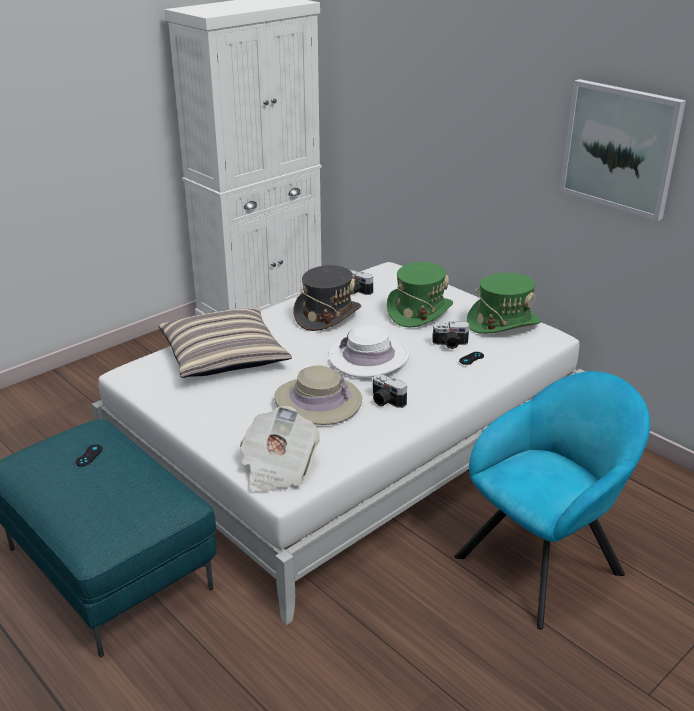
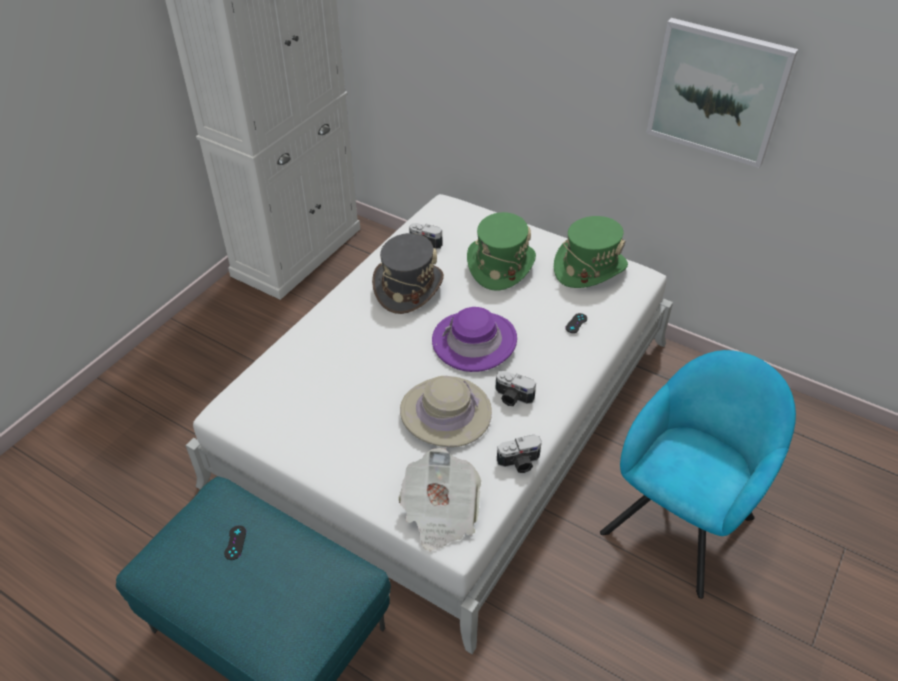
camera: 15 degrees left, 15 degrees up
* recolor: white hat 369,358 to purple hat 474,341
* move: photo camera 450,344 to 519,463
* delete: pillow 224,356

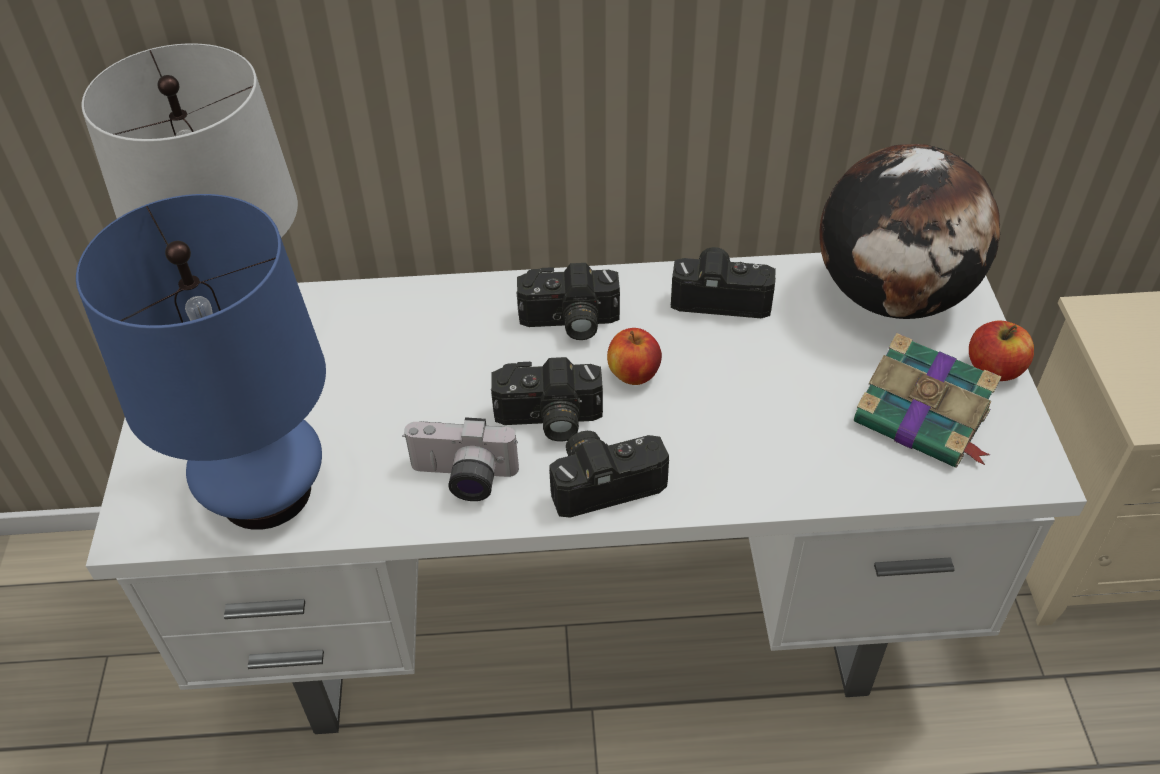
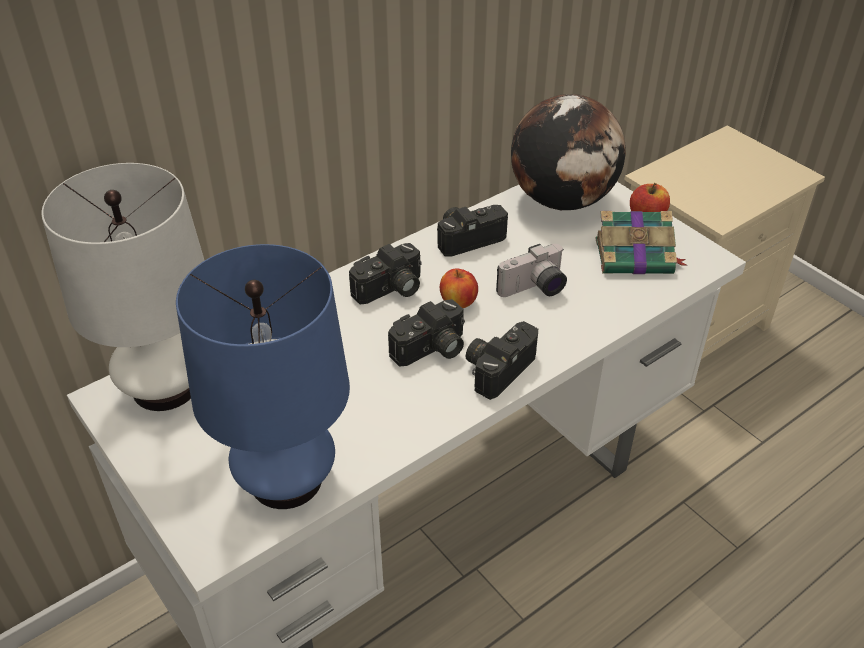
camera: 35 degrees left, 5 degrees down
* move: photo camera 462,479 to 534,289

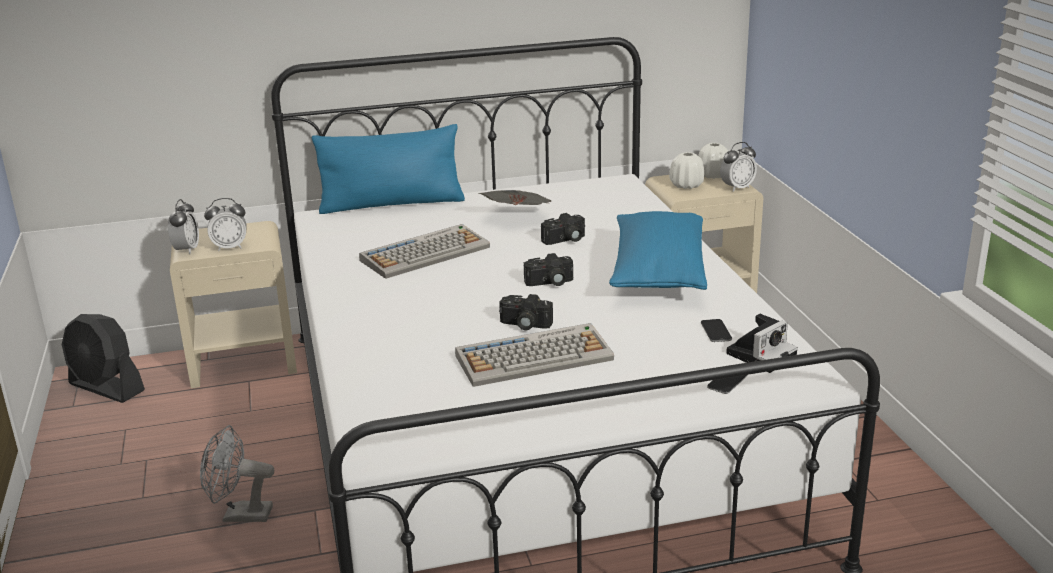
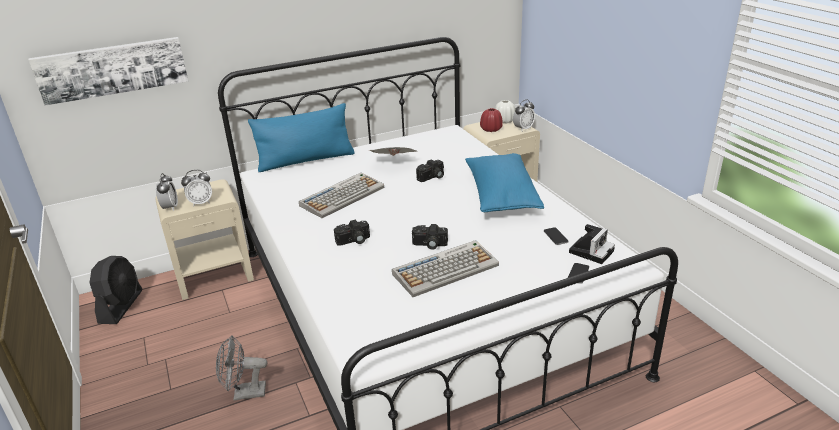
camera: 10 degrees left, 5 degrees up
* insert: picture 112,69
* rotate: black fan 106,387 = 121,306 105 degrees counterclockwise
* move: photo camera 549,283 to 353,241
* recolor: white vase 686,185 to red vase 491,129

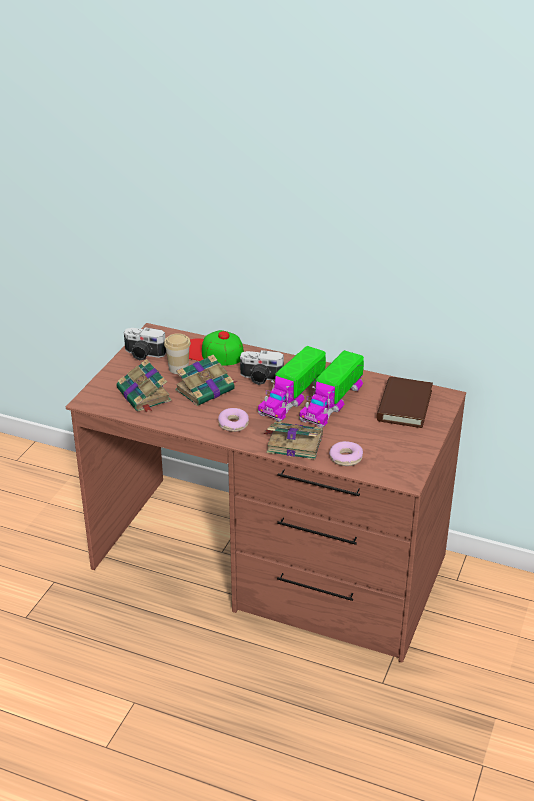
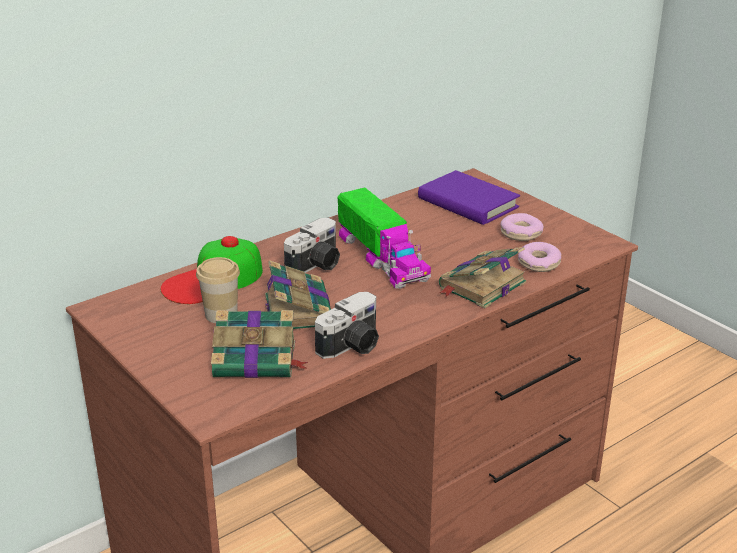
camera: 60 degrees left, 5 degrees down
* move: photo camera 143,354 to 352,346
* recolor: brown book 404,405 to purple book 468,203
* move: donut 233,424 to 521,234
* delete: toy truck 332,402

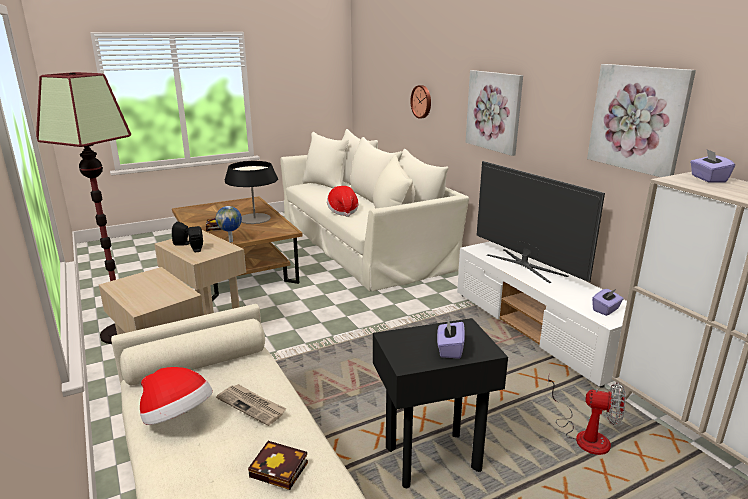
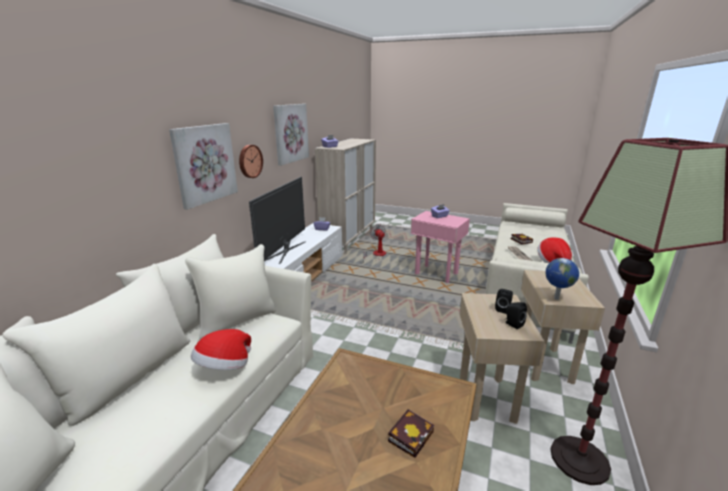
camera: 130 degrees left, 0 degrees up
* move: wall clock 422,101 to 249,161
* recolor: black side table 431,458 to pink side table 436,274
* move: globe 231,241 to 555,298
* delete: table lamp 254,219

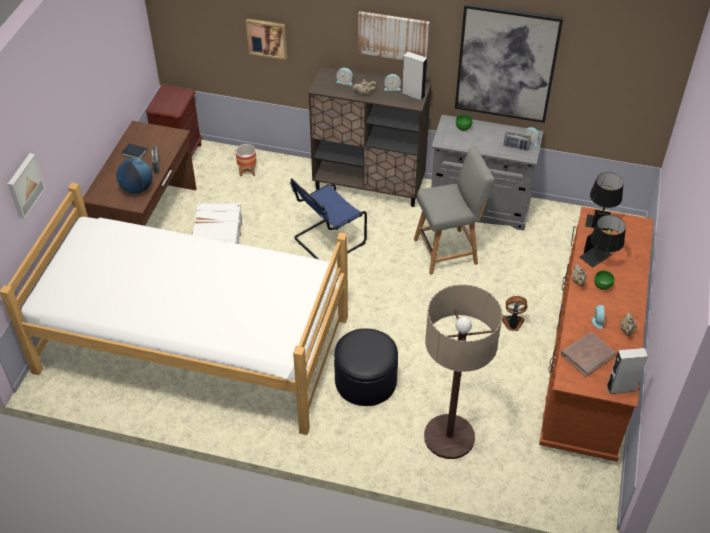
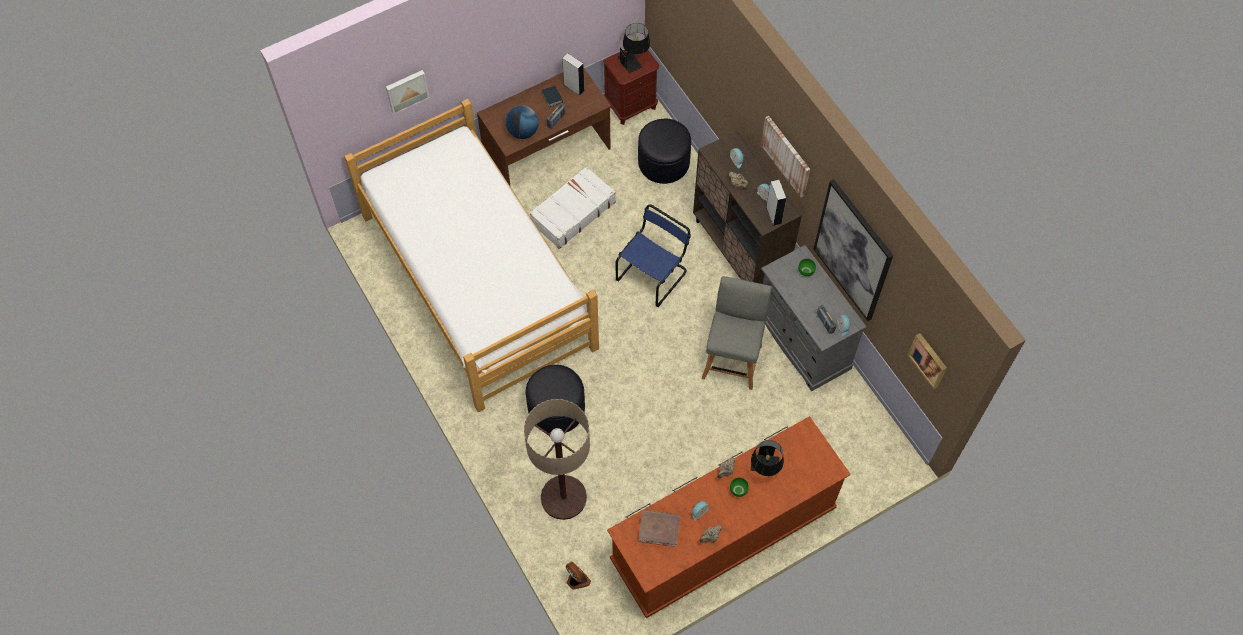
camera: 45 degrees right, 15 degrees up
* move: grey speaker 621,388 to 574,87
* move: fan 512,323 to 576,580
* rotate: blue chair 327,241 = 653,274 120 degrees clockwise
* move: black table lamp 600,218 to 634,59
* replace: planter 247,171 to black ottoman 663,162
* rotate: grey chair 448,250 = 732,358 105 degrees counterclockwise
* move: picture 267,38 to 929,360

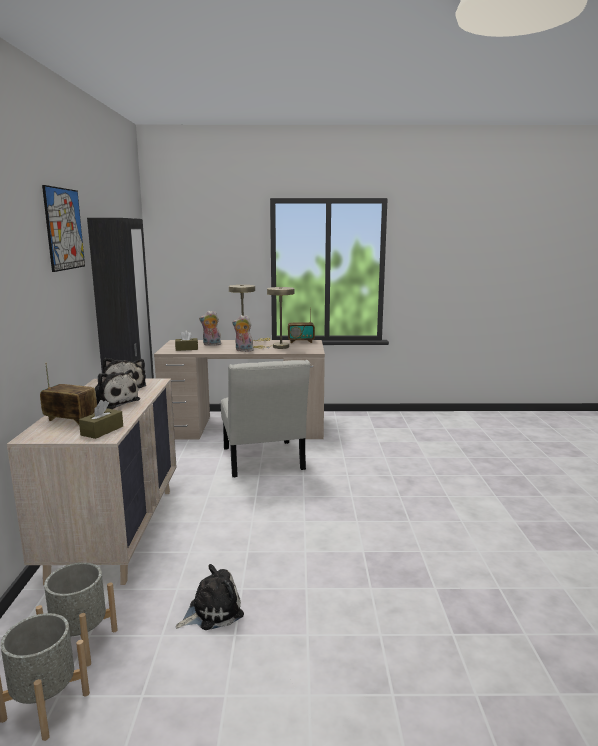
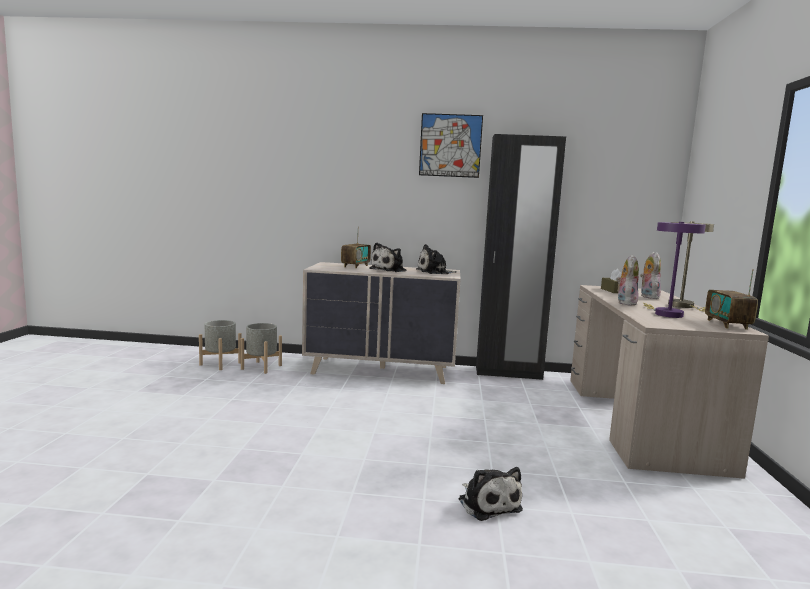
camera: 95 degrees right, 5 degrees down
* move: plush toy 212,611 to 488,503
* recolor: beige table lamp 277,347 to purple table lamp 665,314
* delete: brown tissue box 102,431
* delete: white chair 263,461

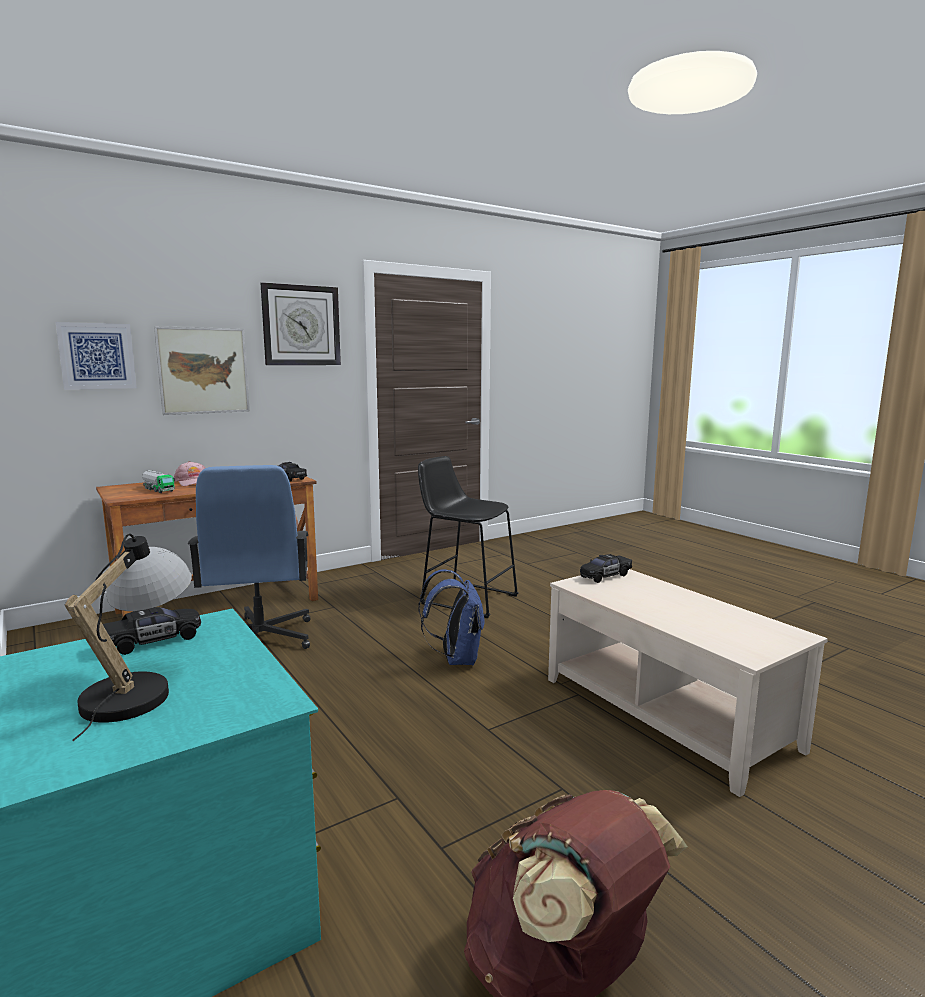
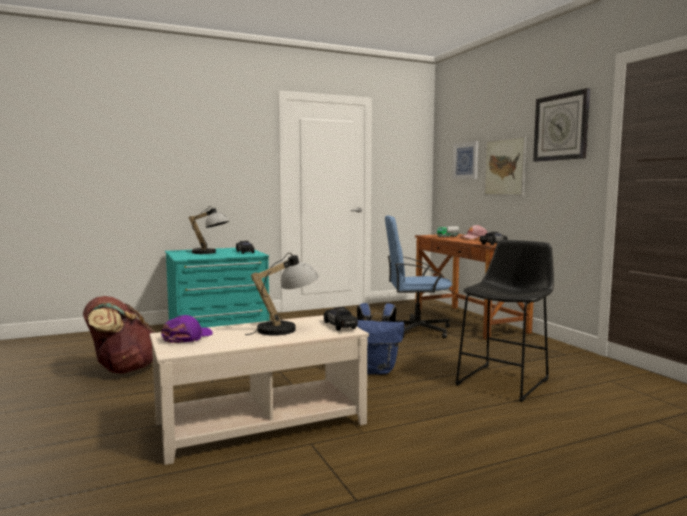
camera: 100 degrees right, 5 degrees down
* insert: purple cap 187,337
* insert: table lamp 286,328

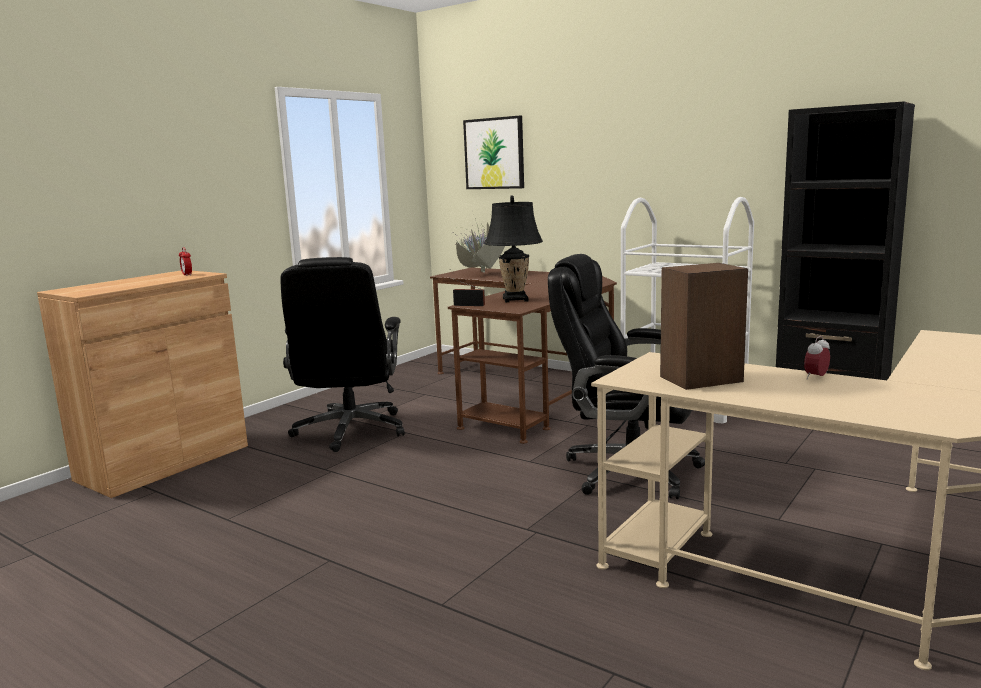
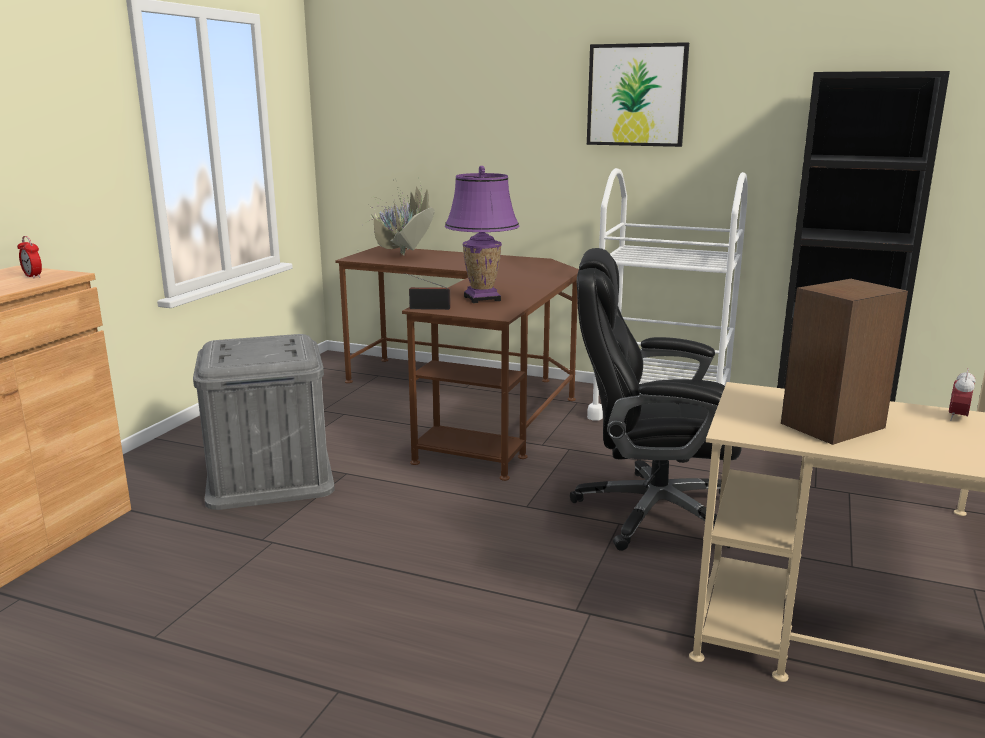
camera: 15 degrees left, 5 degrees up
* replace: black office chair 350,431 to grey storage box 270,476
* recolor: black table lamp 515,299 to purple table lamp 482,298
* move: picture 494,153 to 636,95

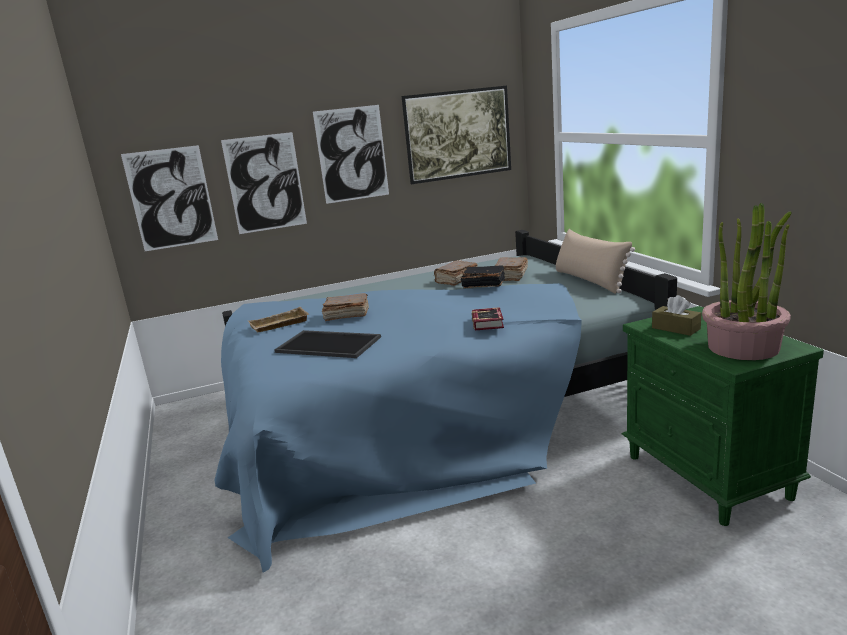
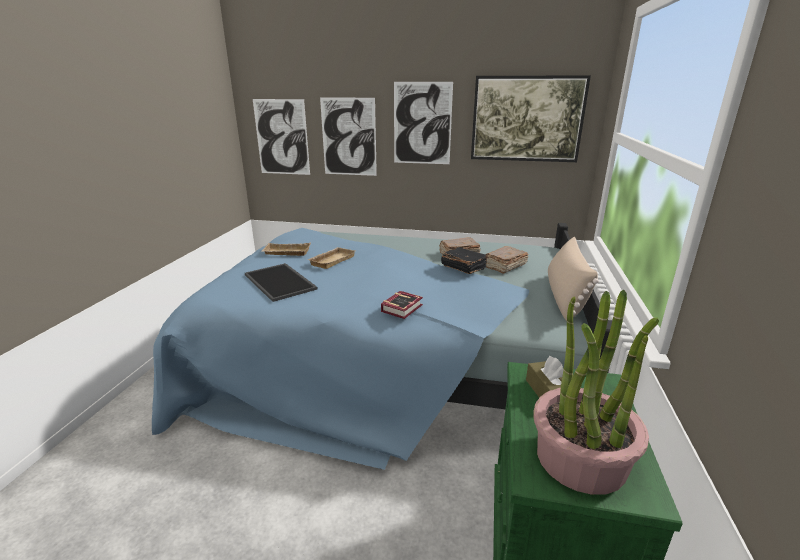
camera: 30 degrees right, 5 degrees up
* replace: brown book 346,315 to beige tray 331,260

